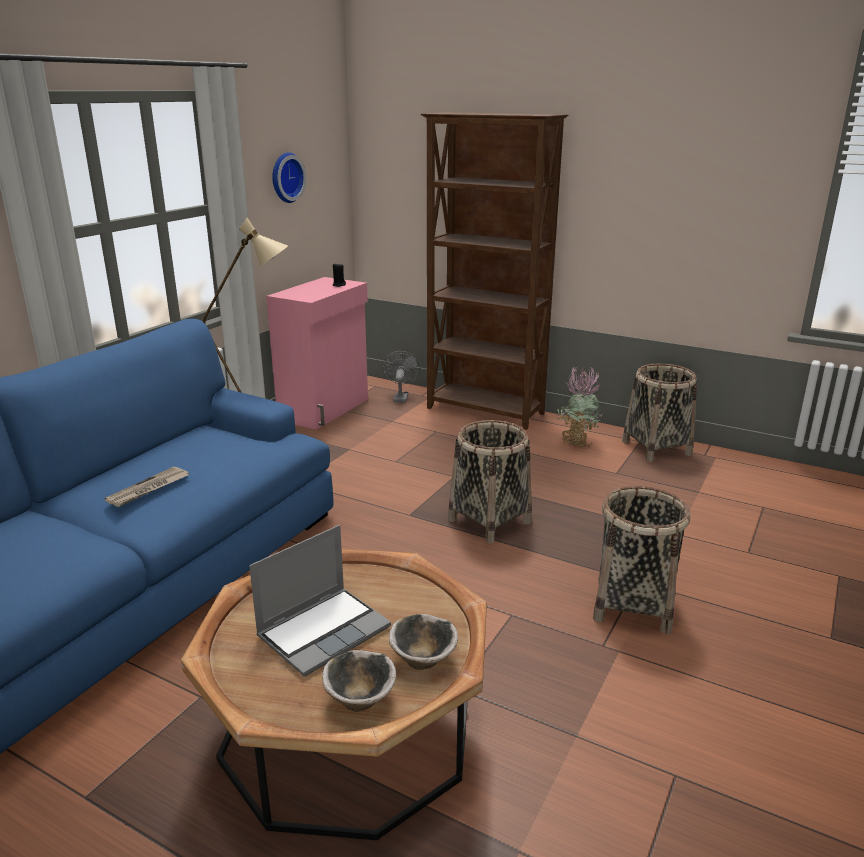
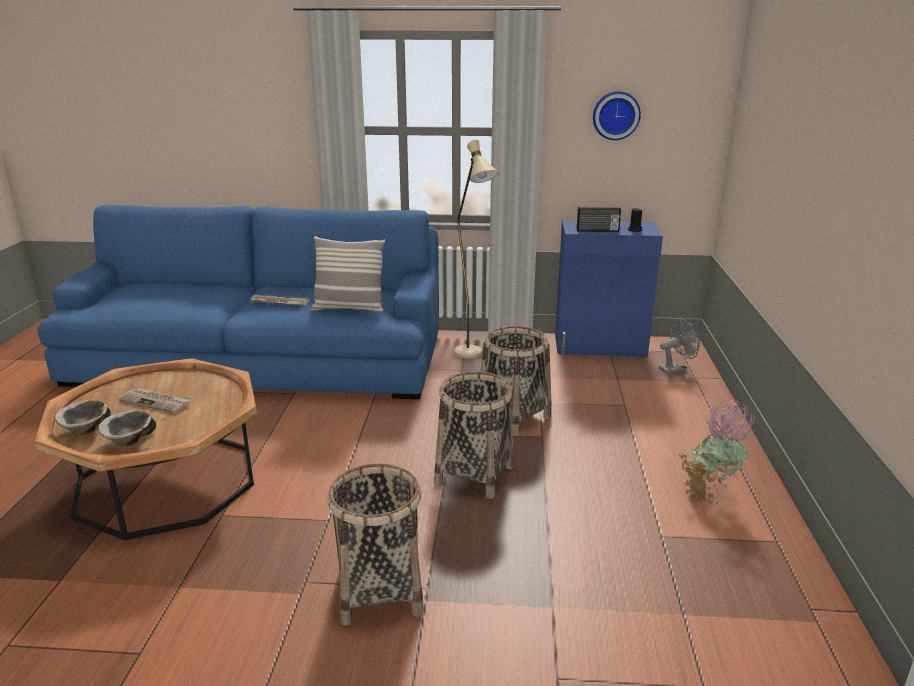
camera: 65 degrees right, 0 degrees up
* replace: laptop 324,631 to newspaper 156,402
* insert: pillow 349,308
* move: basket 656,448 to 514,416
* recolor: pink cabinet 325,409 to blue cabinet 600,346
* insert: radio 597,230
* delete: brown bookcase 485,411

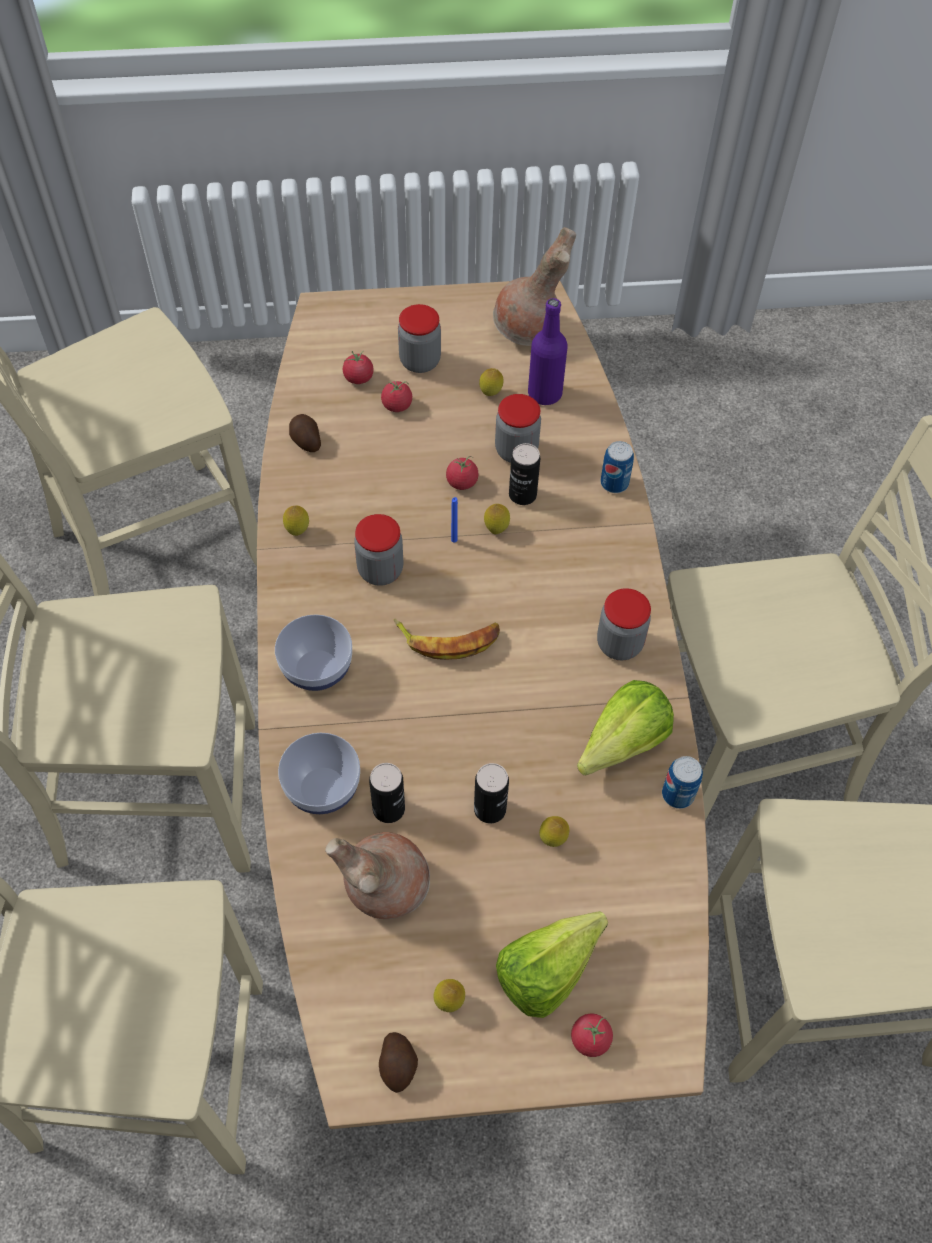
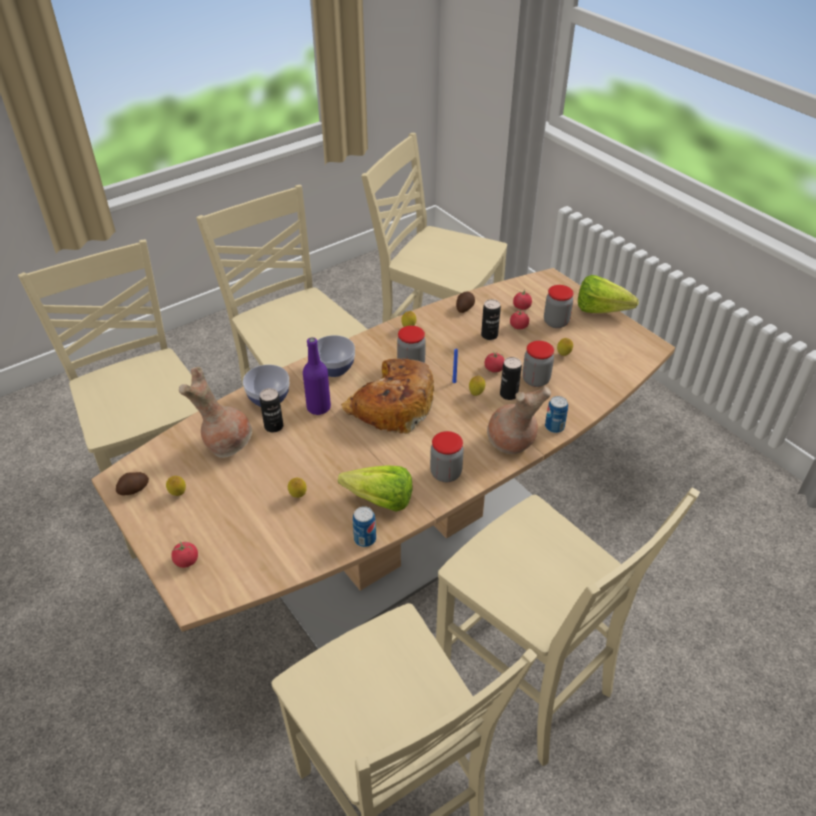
camera: 60 degrees right, 15 degrees down
* move: purple bottle 545,393 to 318,407
* replace: banana 448,639 to bread 390,405
* move: can 490,809 to 489,335
* move: brown vase 527,331 to 511,444
* move: lettuce 556,967 to 605,312

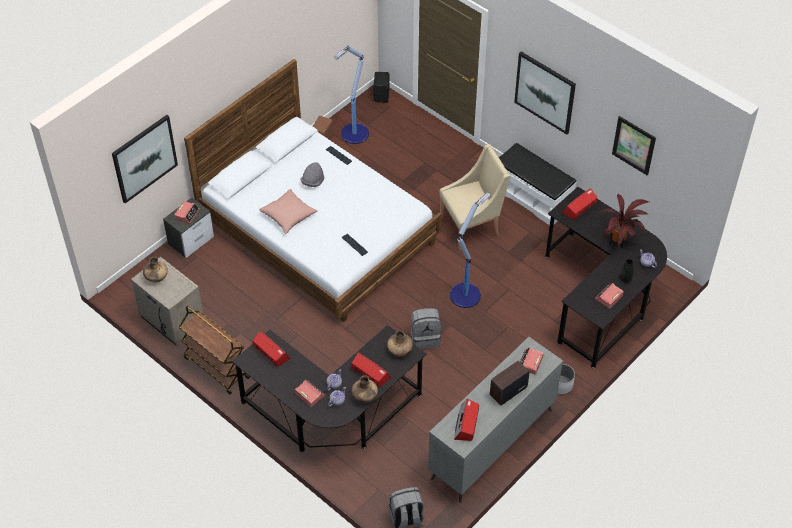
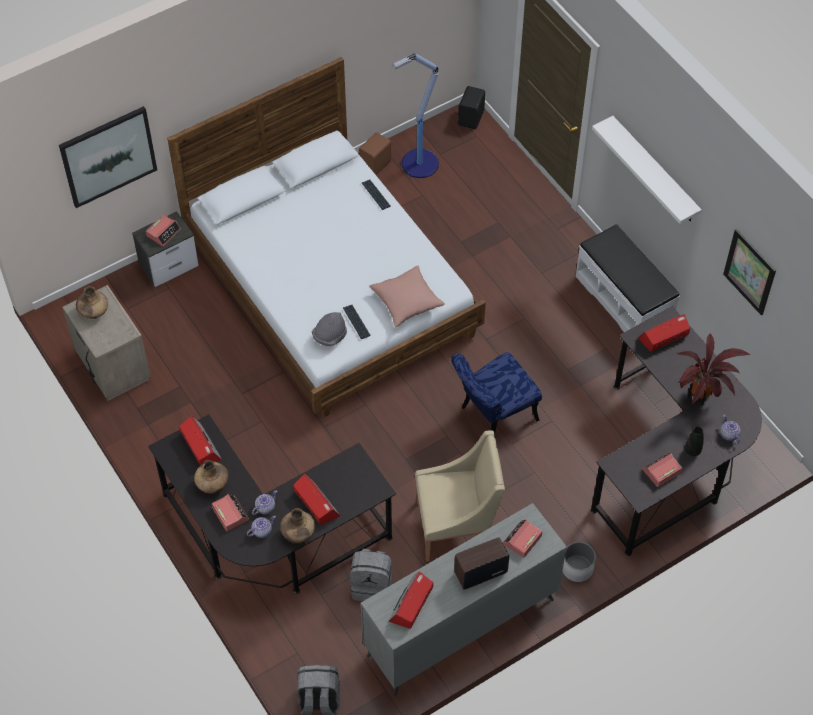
camera: 15 degrees right, 5 degrees up
* move: brown vase 400,350 to 212,484
* move: grey hat 313,181 to 330,336
* move: grey backpack 425,338 to 372,585
* move: pink pillow 288,215 to 406,301
* move: beige armchair 472,226 to 456,527
* replace: floor lamp 466,294 to blue chair 493,415
* replace: picture 545,92 to white shelf 654,171
* delete: brown cart 216,368

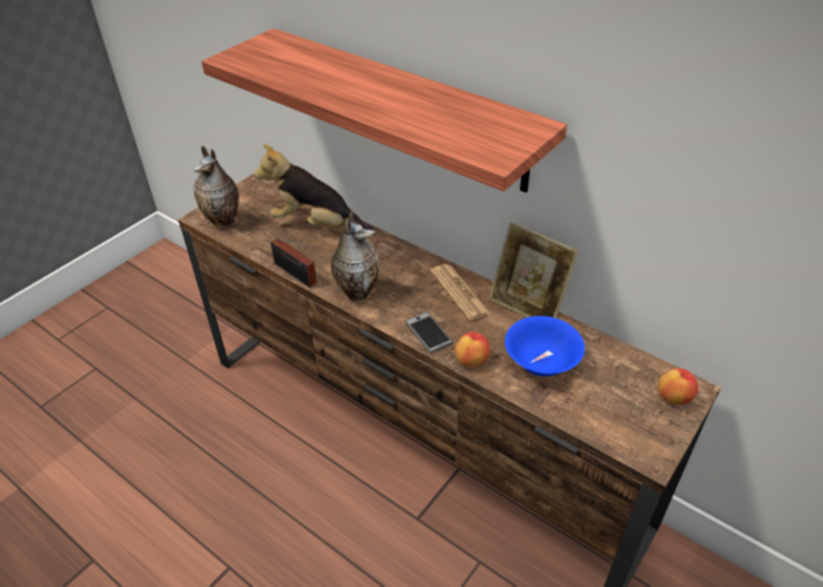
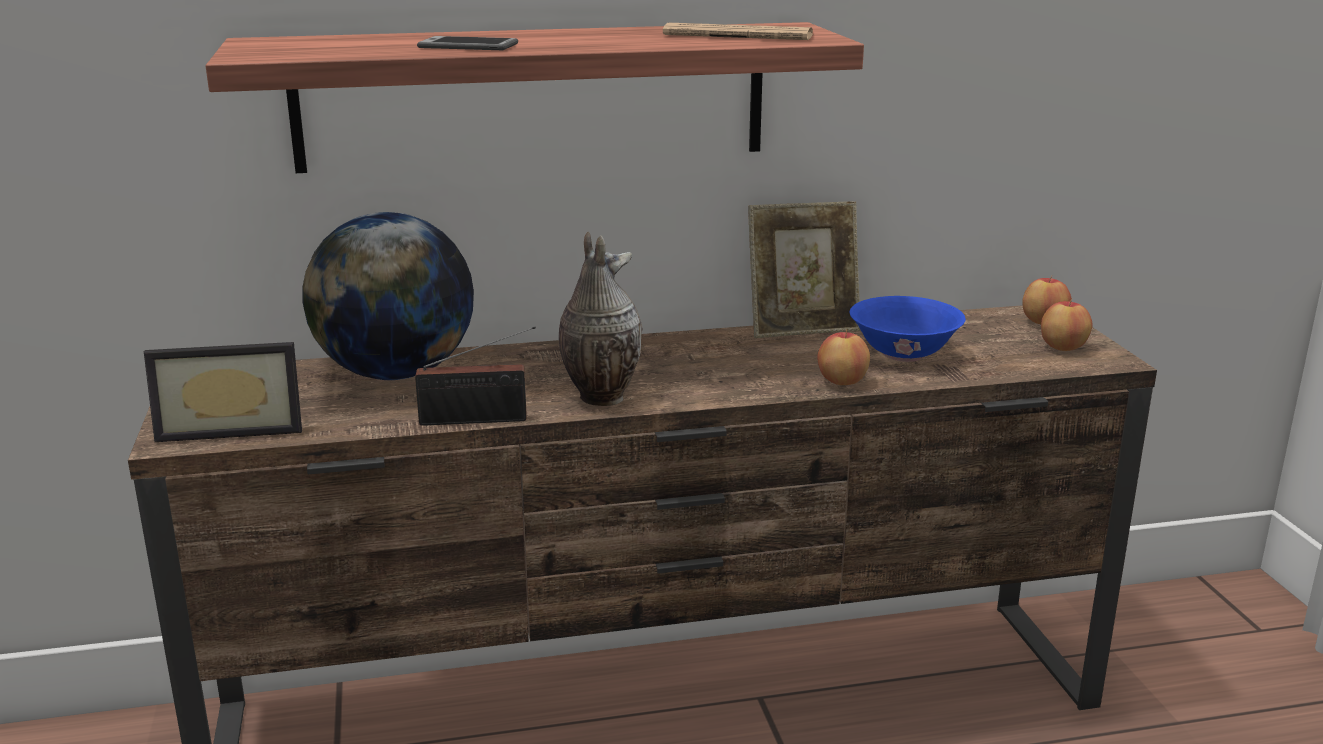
camera: 50 degrees left, 20 degrees down
* replace: vase 224,222 to picture frame 232,427
* replace: plush toy 316,224 to globe 396,373
* move: phone 428,333 to 468,46
* move: newspaper 459,292 to 738,35
* insert: apple 1063,348

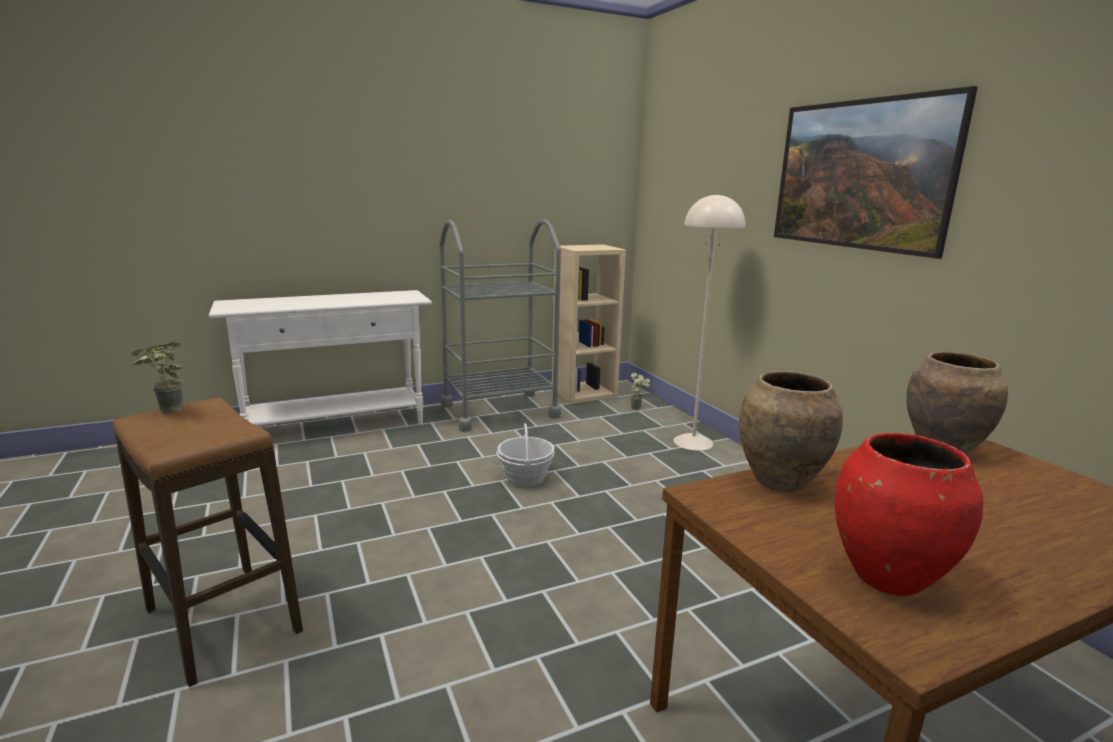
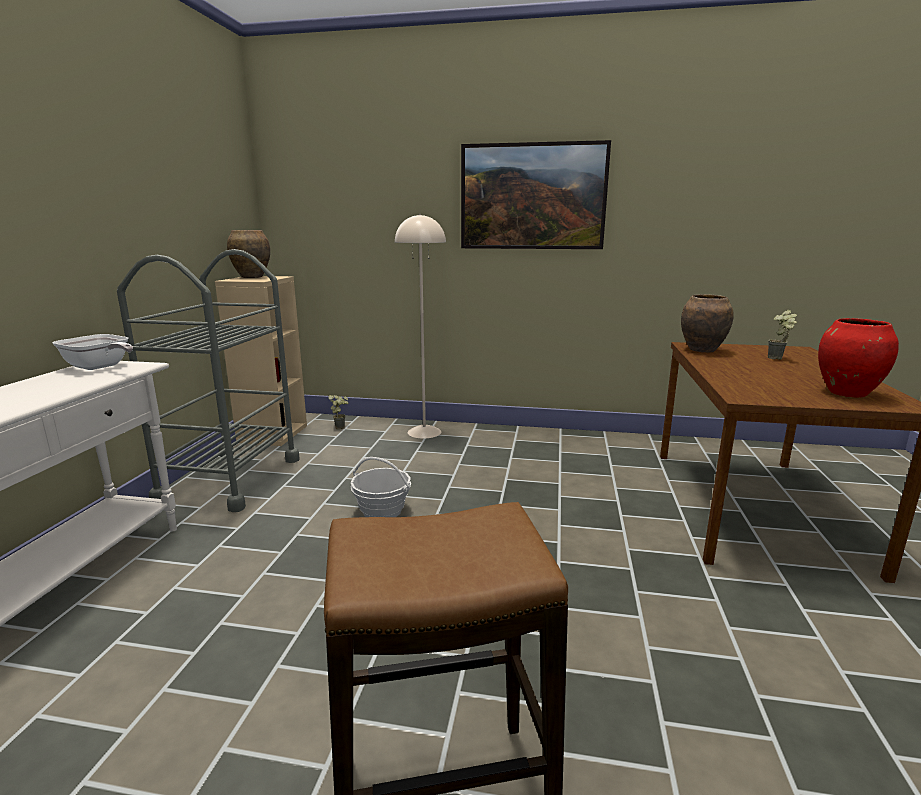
camera: 55 degrees left, 0 degrees up
* insert: frying pan 100,367
* move: brown vase 778,481 to 251,277
* move: potted plant 166,412 to 779,359

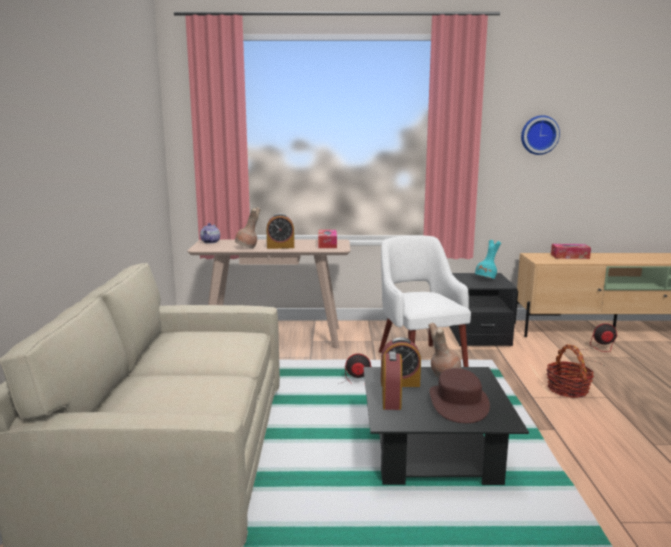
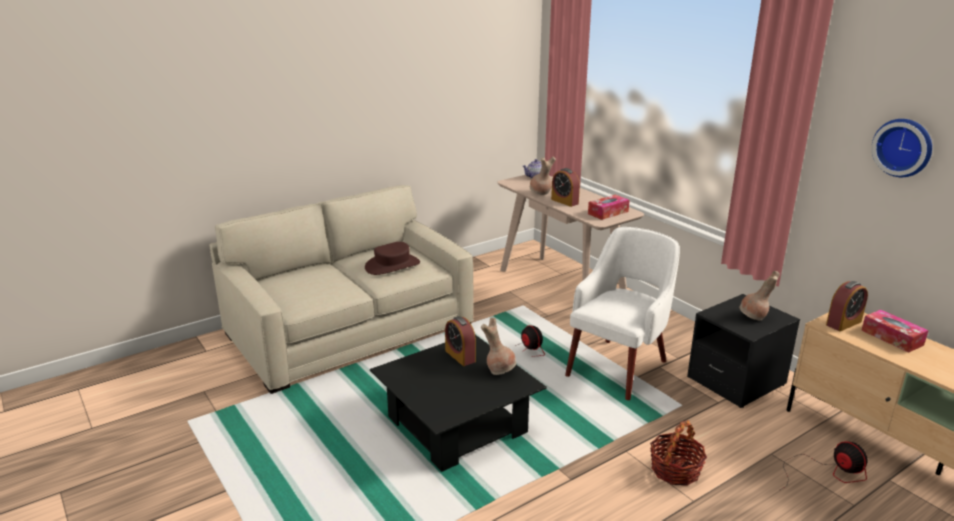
camera: 55 degrees right, 10 degrees up
* move: brown hat 458,403 to 392,265
* recolor: turquoise vase 486,279 to brown vase 754,317
* move: alarm clock 391,400 to 843,323

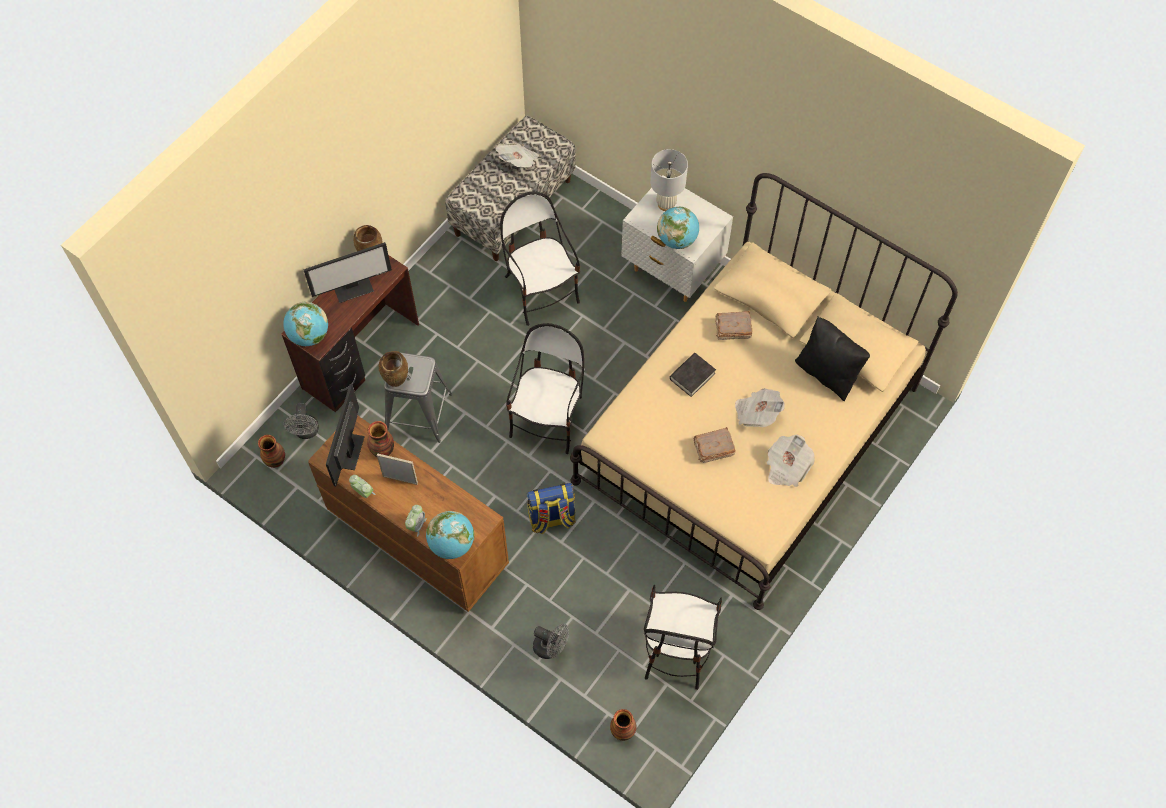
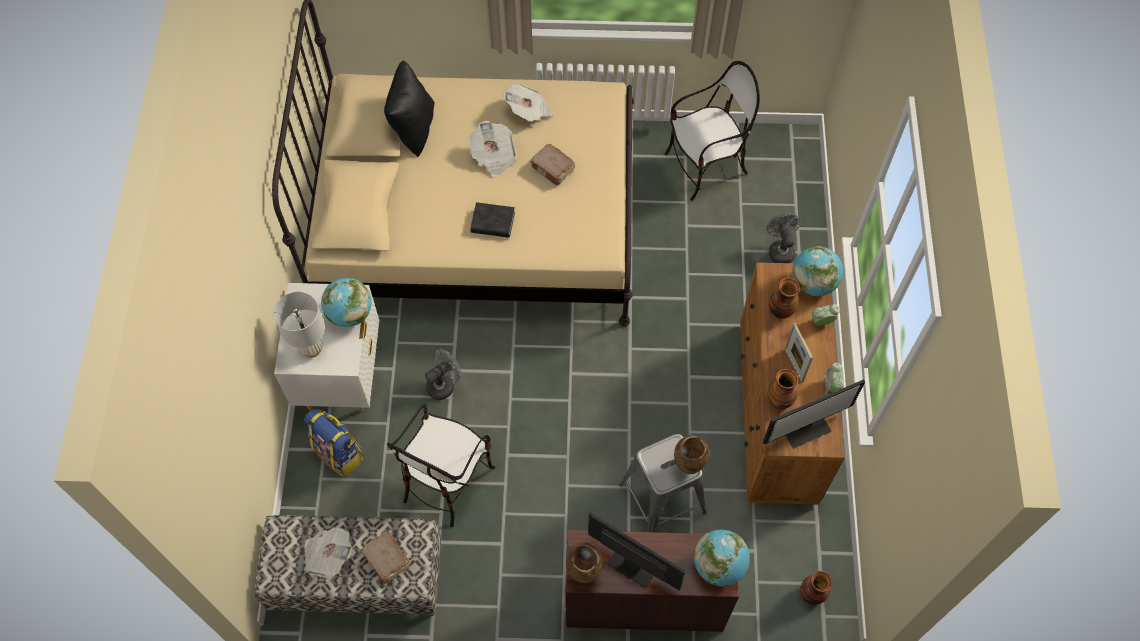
camera: 125 degrees left, 0 degrees up
* move: backpack 551,519 to 339,453
* move: brown book 732,329 to 386,560
* move: grey fan 306,432 to 444,384
* move: vase 623,730 to 780,310
* delete: chair 548,419

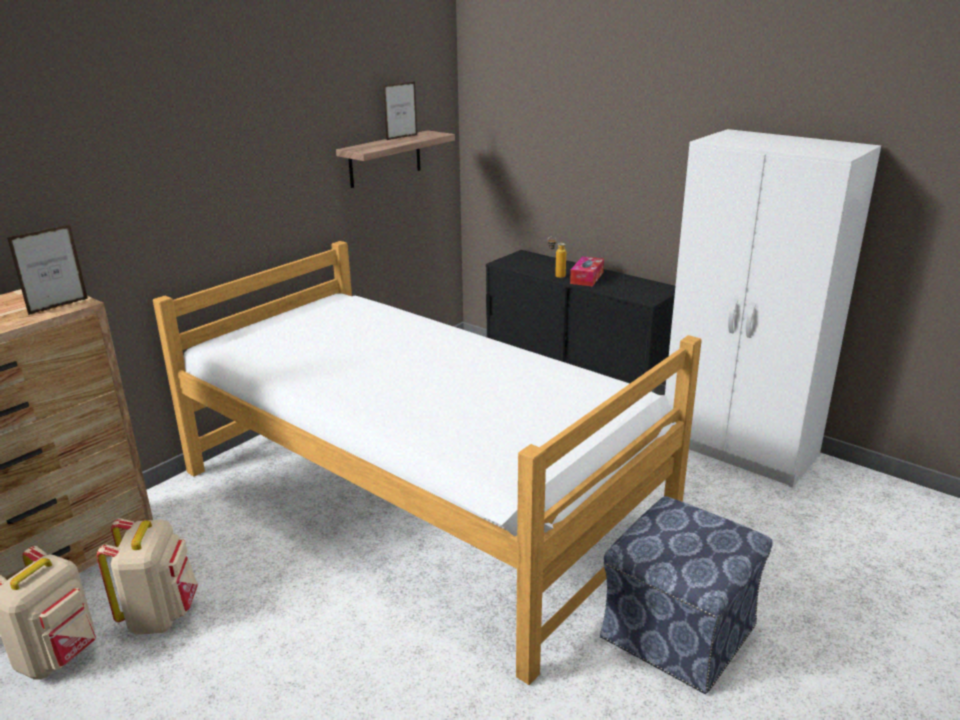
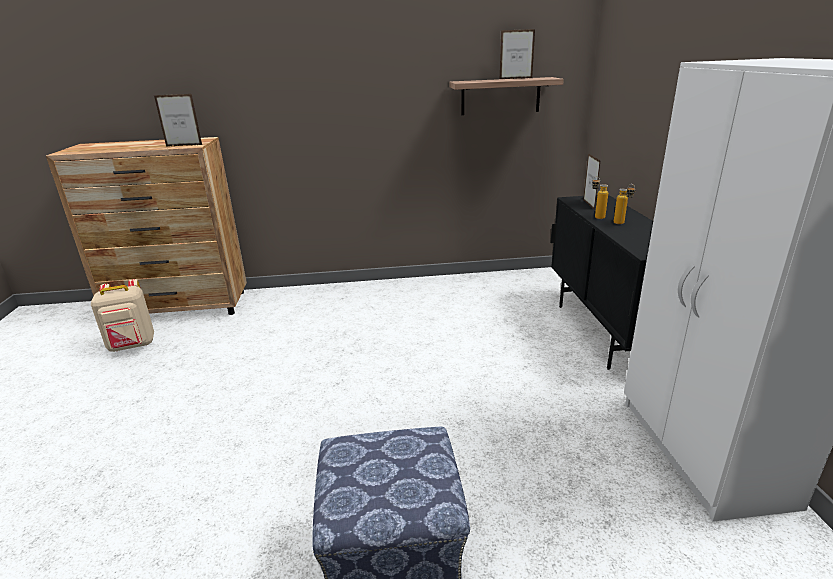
camera: 45 degrees right, 0 degrees up
* insert: picture frame 588,205
* replace: tissue box 586,278 to bottle 622,224
* delete: beige backpack 161,615
* delete: bed 418,499

